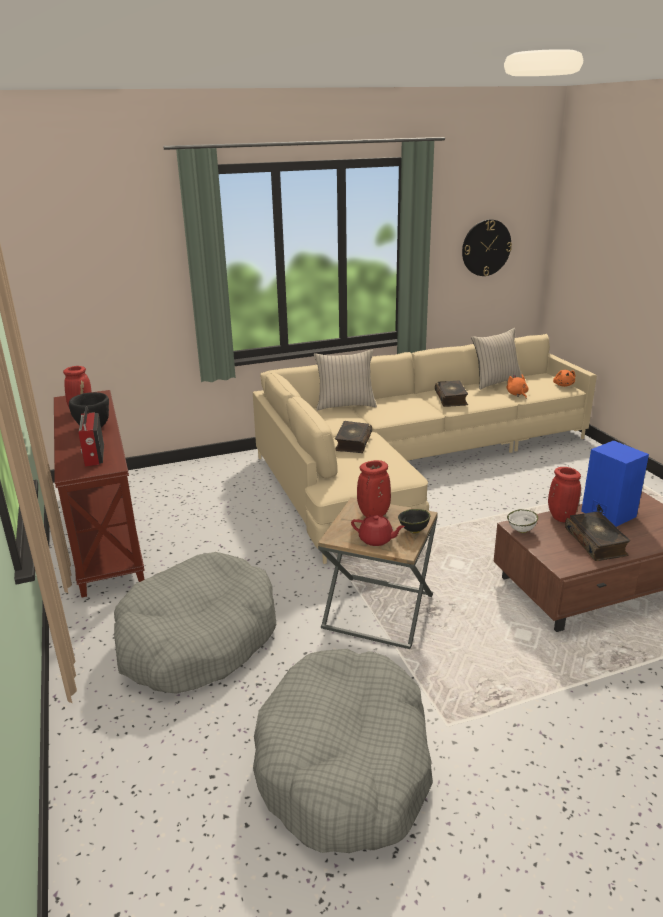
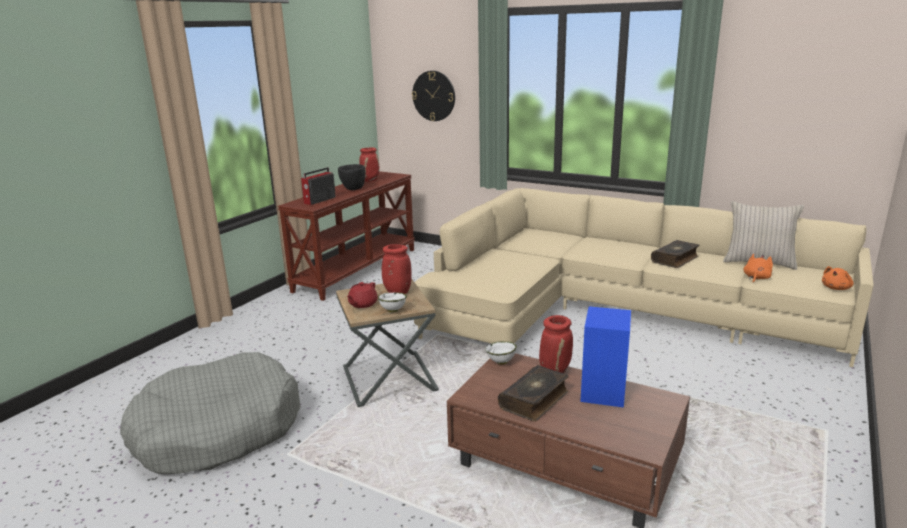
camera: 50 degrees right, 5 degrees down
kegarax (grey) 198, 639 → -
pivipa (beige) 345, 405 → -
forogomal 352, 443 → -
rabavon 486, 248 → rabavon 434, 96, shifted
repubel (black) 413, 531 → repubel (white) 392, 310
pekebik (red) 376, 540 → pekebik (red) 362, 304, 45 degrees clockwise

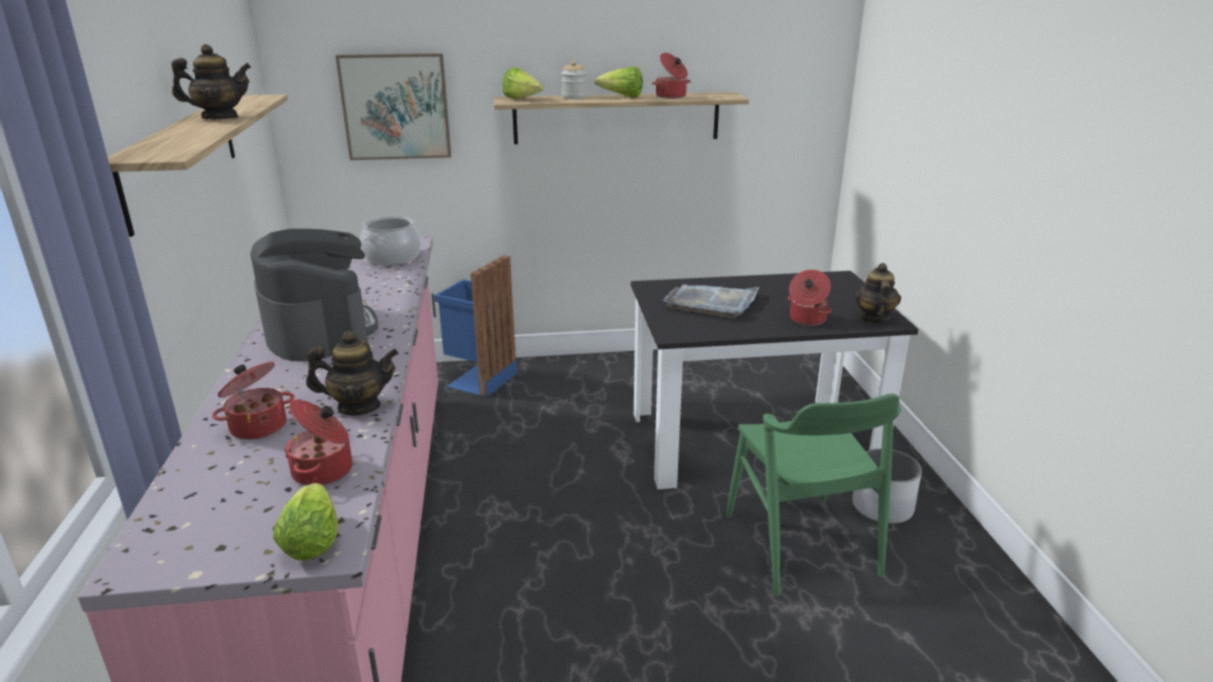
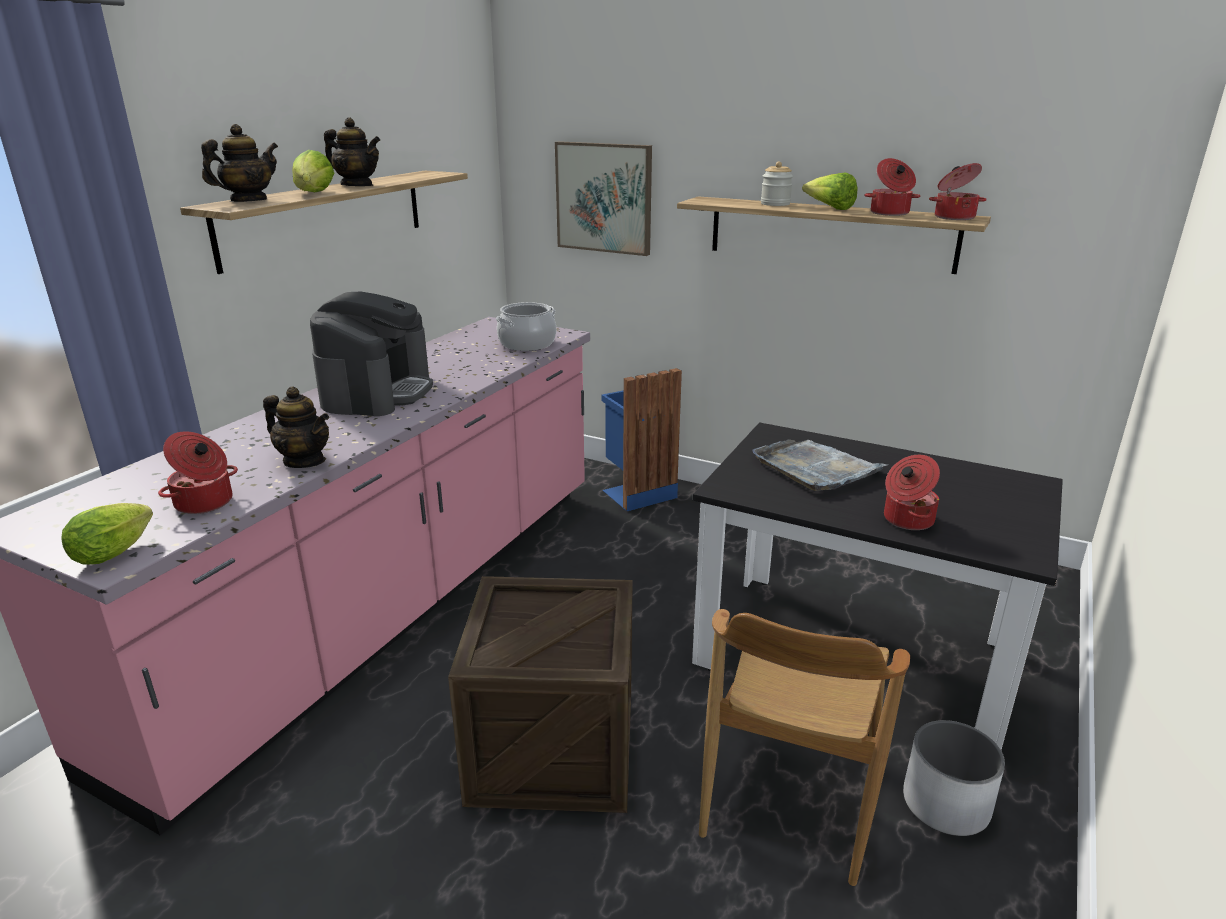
camera: 35 degrees right, 0 degrees up
- → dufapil 553, 748
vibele 258, 426 → vibele 954, 217, shifted
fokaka 522, 100 → fokaka 314, 194, shifted
pekebik 874, 318 → pekebik 248, 201, shifted
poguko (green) 800, 545 → poguko (brown) 789, 796

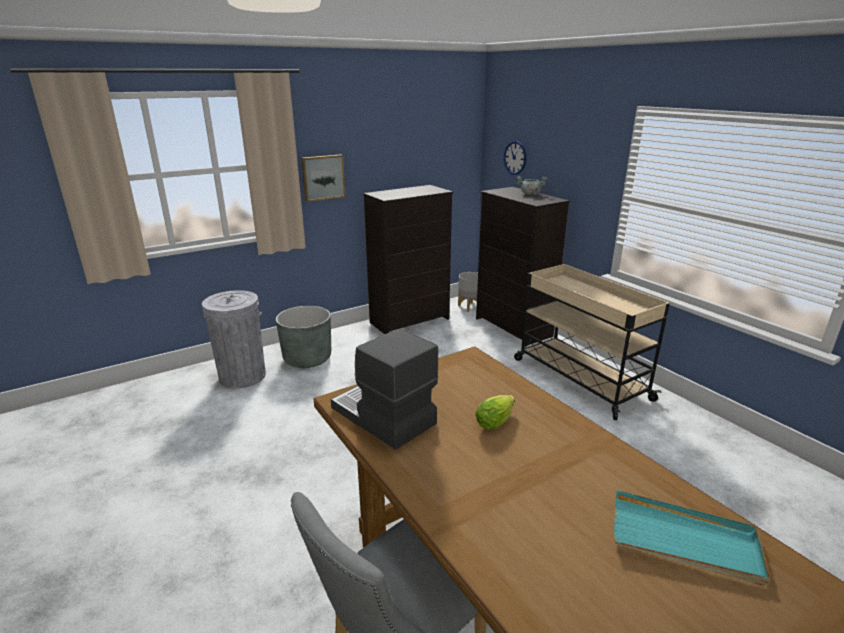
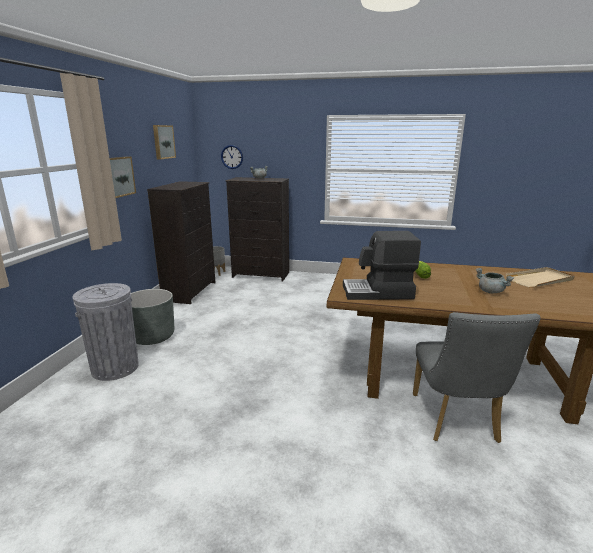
camera: 45 degrees left, 5 degrees down
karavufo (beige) 579, 378 → -
- → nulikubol 163, 142
- → vibele (grey) 491, 292
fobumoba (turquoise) 684, 541 → fobumoba (beige) 540, 280

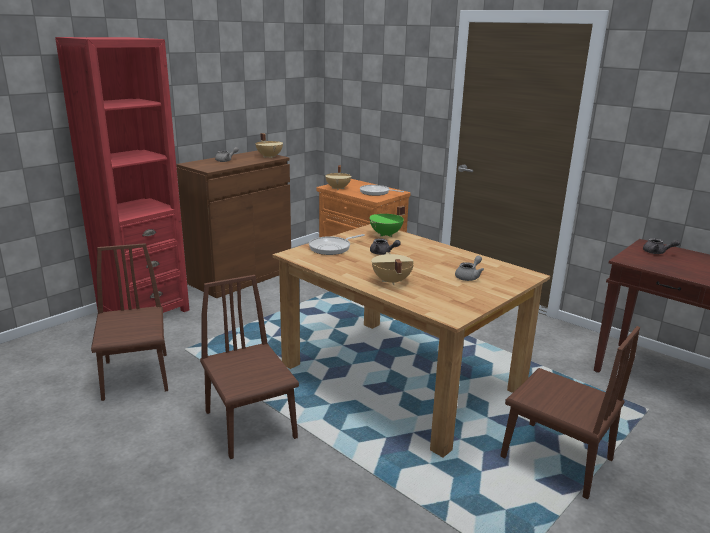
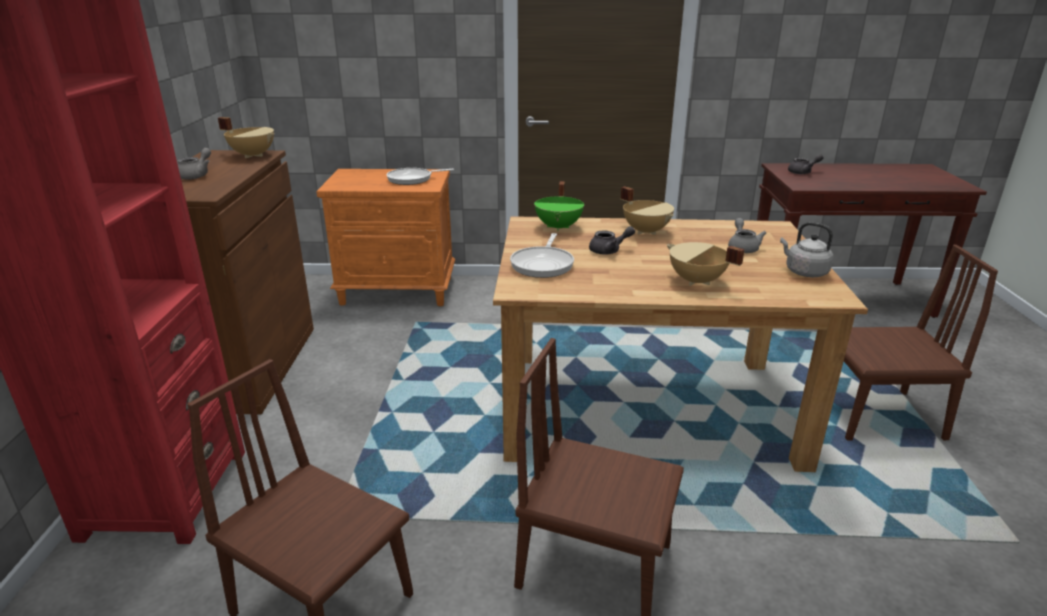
camera: 40 degrees left, 5 degrees up
- → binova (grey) 804, 272
vibele (beige) 338, 188 → vibele (beige) 646, 231, shifted

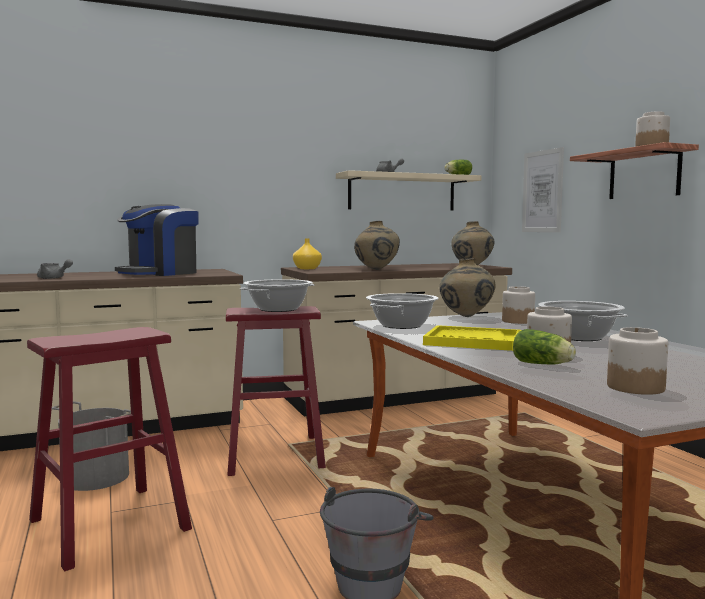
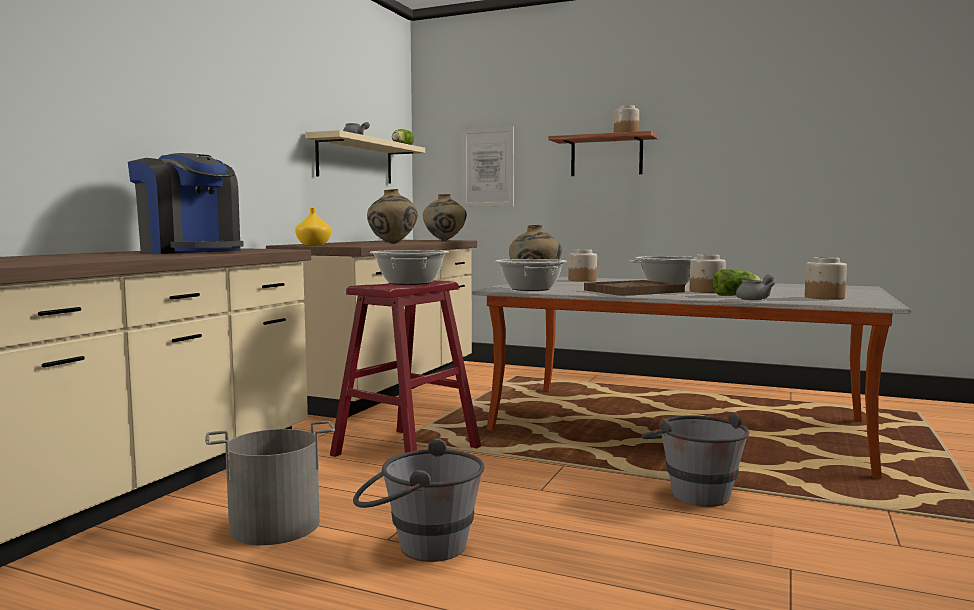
camera: 45 degrees left, 0 degrees up
pekebik (grey) 53, 278 → pekebik (grey) 755, 299, shifted
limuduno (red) 109, 524 → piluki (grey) 418, 546
fobumoba (yellow) 473, 341 → fobumoba (brown) 633, 291
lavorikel 160, 273 → lavorikel 191, 251, 45 degrees counterclockwise

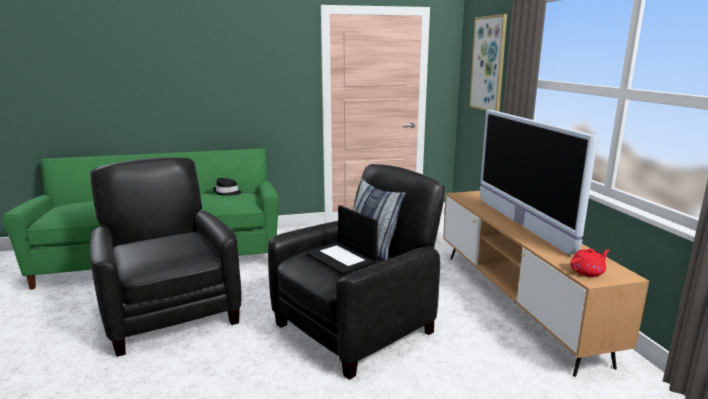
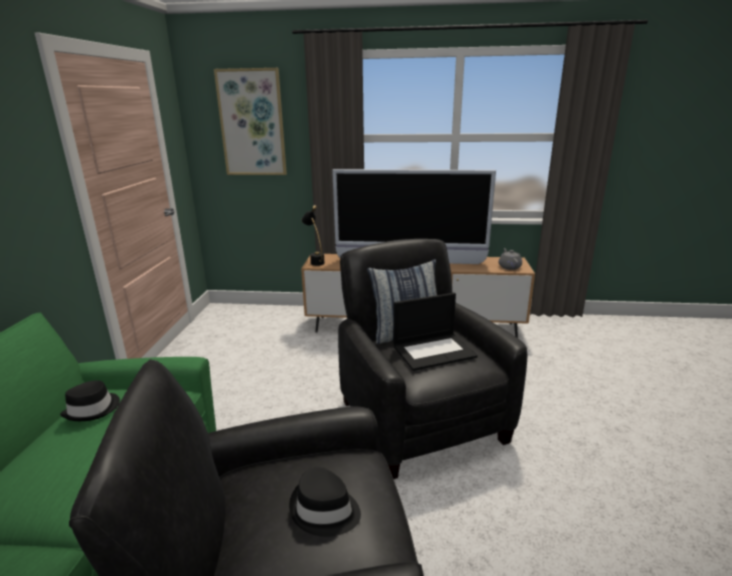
camera: 70 degrees left, 5 degrees up
- → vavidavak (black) 324, 510
- → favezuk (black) 315, 261
pekebik (red) 588, 272 → pekebik (grey) 509, 267

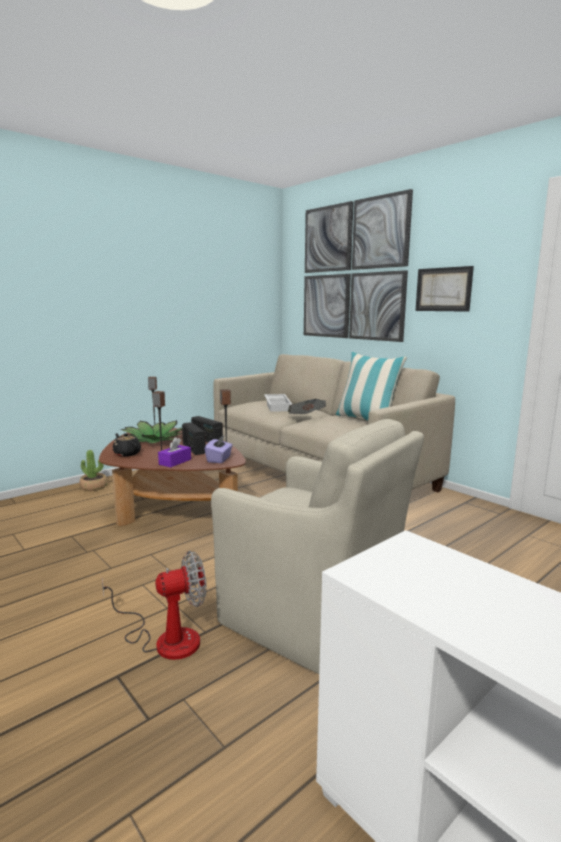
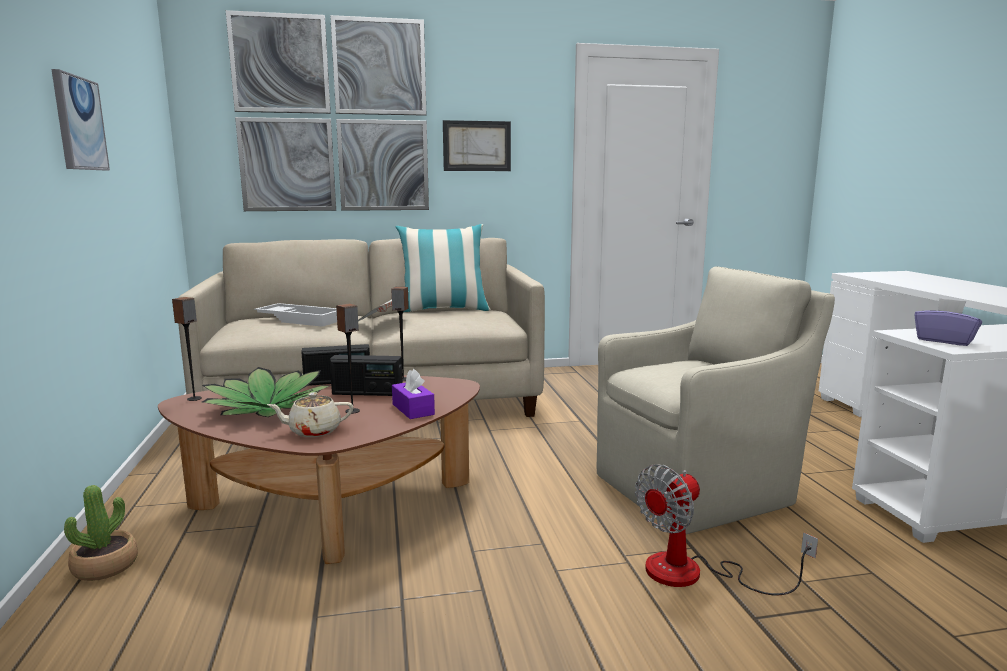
camera: 60 degrees left, 0 degrees up
- → nulikubol 79, 123
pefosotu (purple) 219, 459 → pefosotu (purple) 944, 340, shifted
pekebik (black) 126, 454 → pekebik (beige) 313, 431
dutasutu 165, 638 → dutasutu 694, 574, 135 degrees counterclockwise

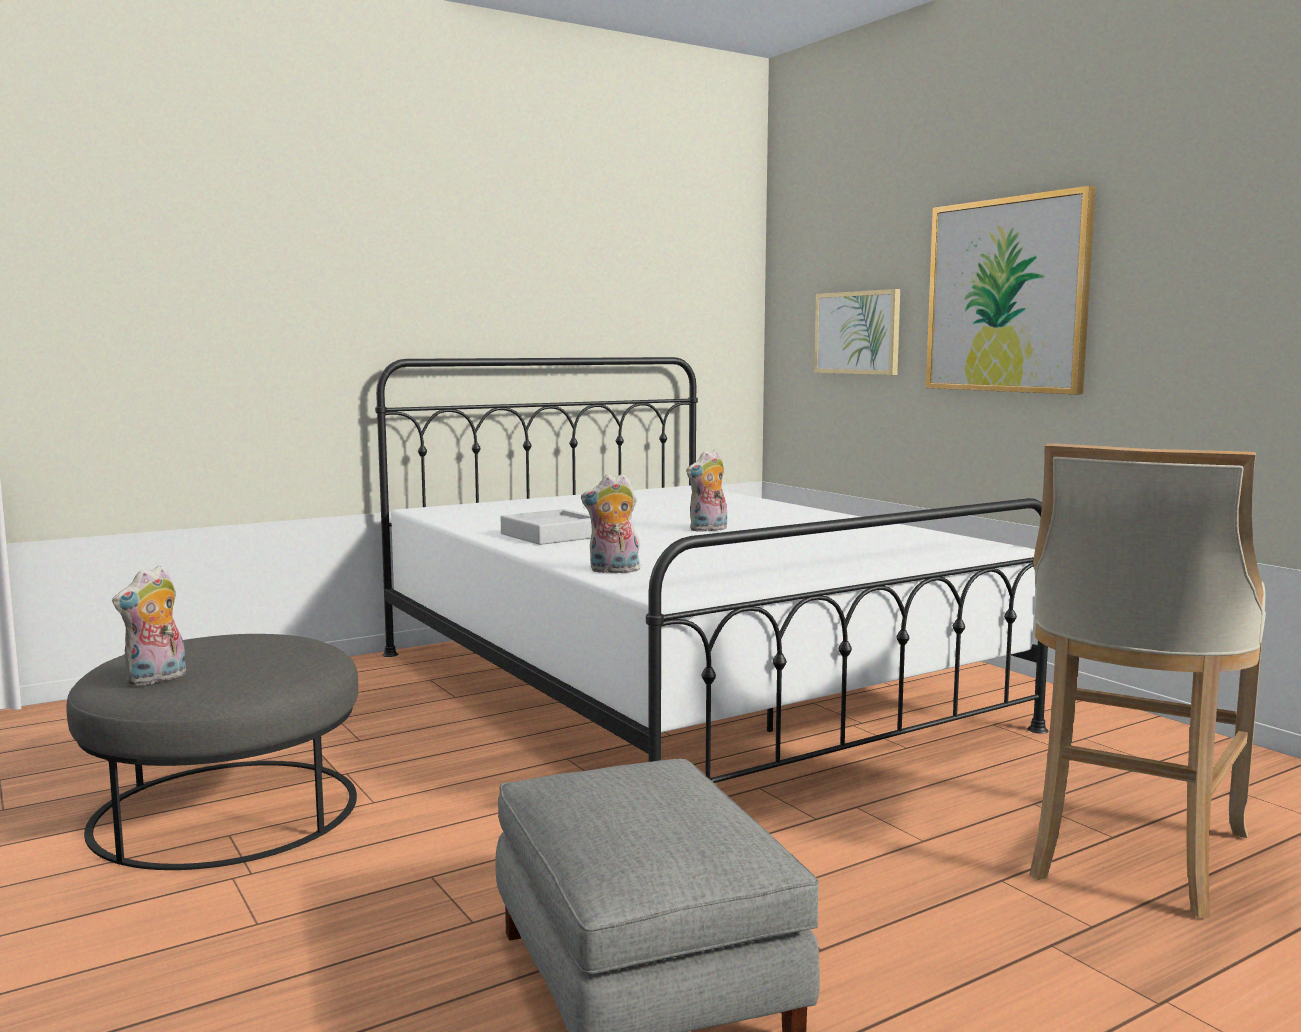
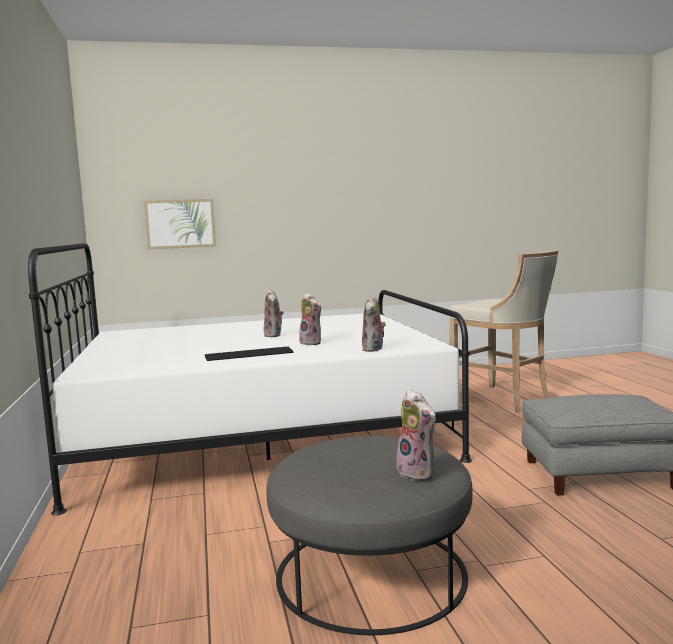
camera: 70 degrees left, 0 degrees up
nulikubol 1006, 295 → -
- → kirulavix 312, 343
fobumoba (grey) 552, 535 → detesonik 250, 354

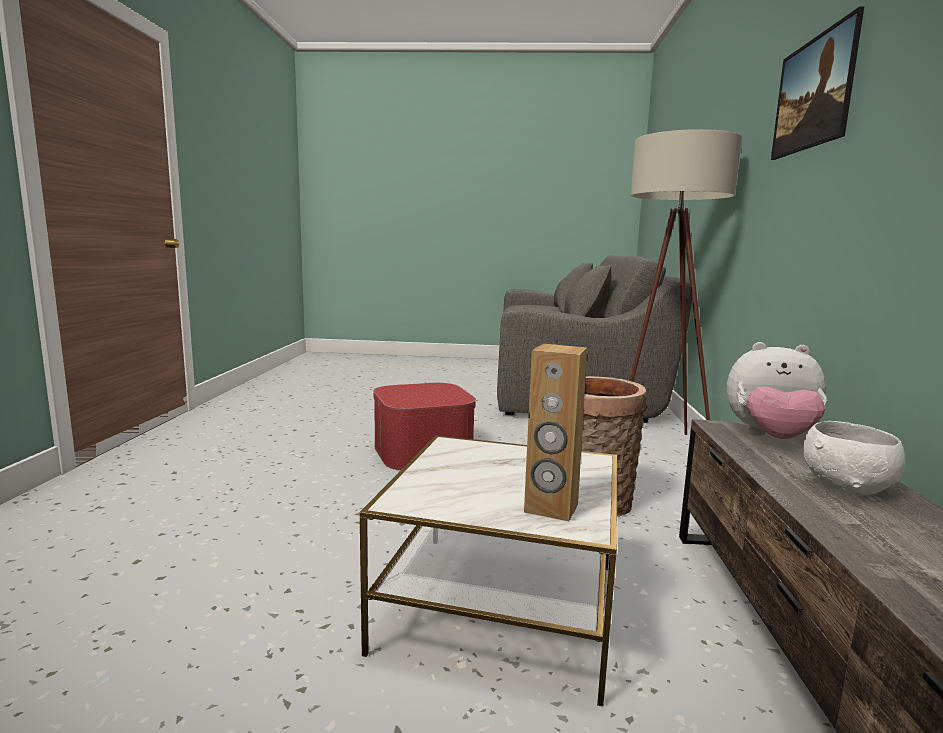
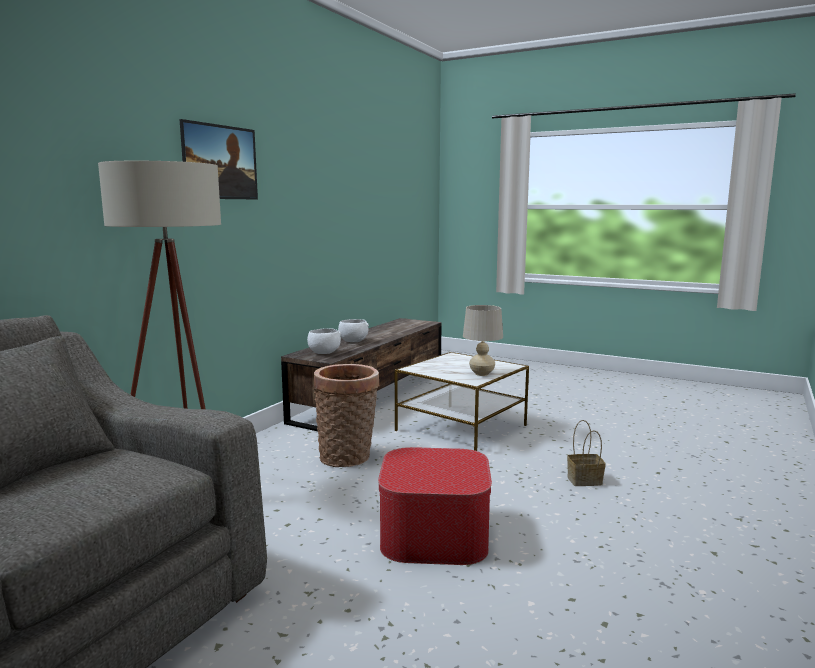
camera: 155 degrees left, 0 degrees up
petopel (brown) 551, 508 → -
- → favezuk (beige) 481, 374
- → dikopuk 585, 480
kirulavix 771, 438 → repubel (white) 323, 353

